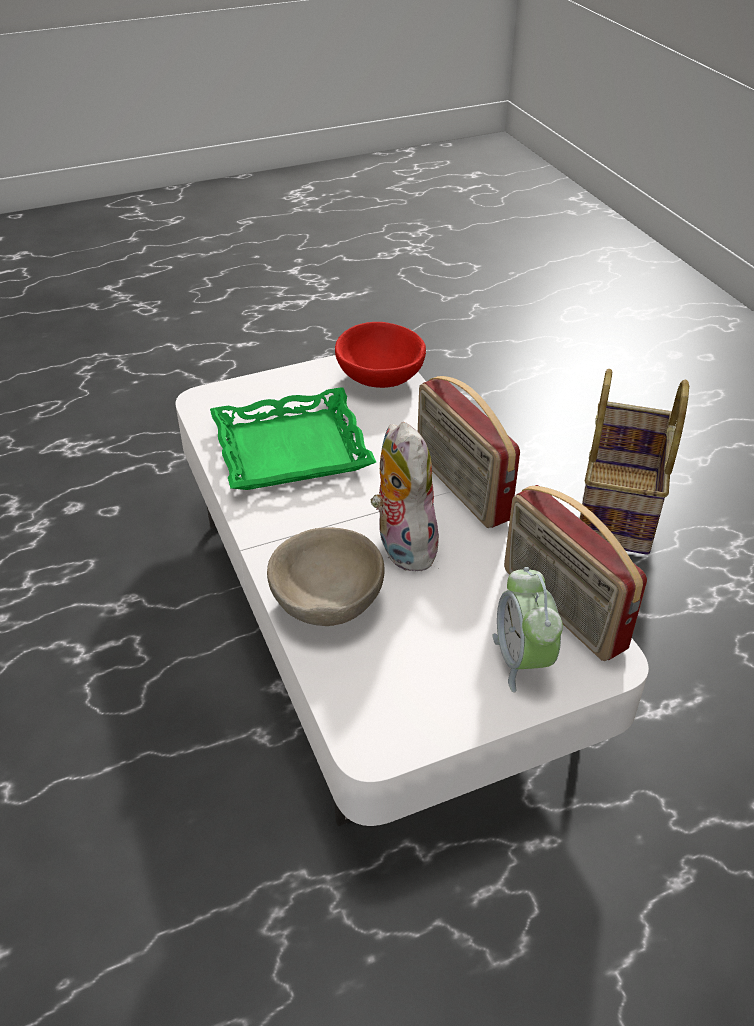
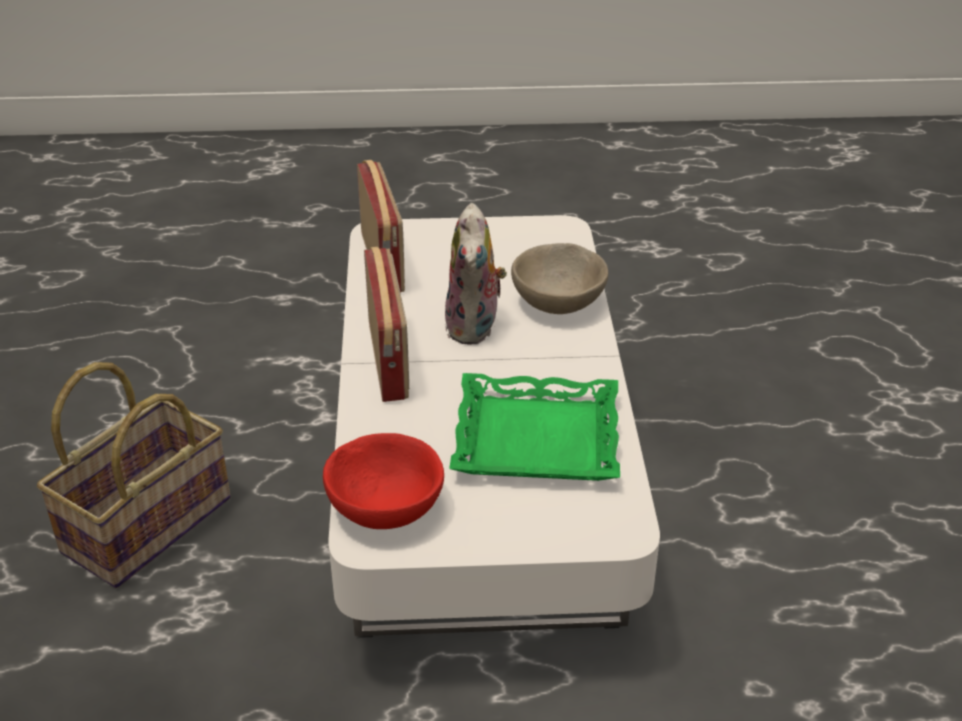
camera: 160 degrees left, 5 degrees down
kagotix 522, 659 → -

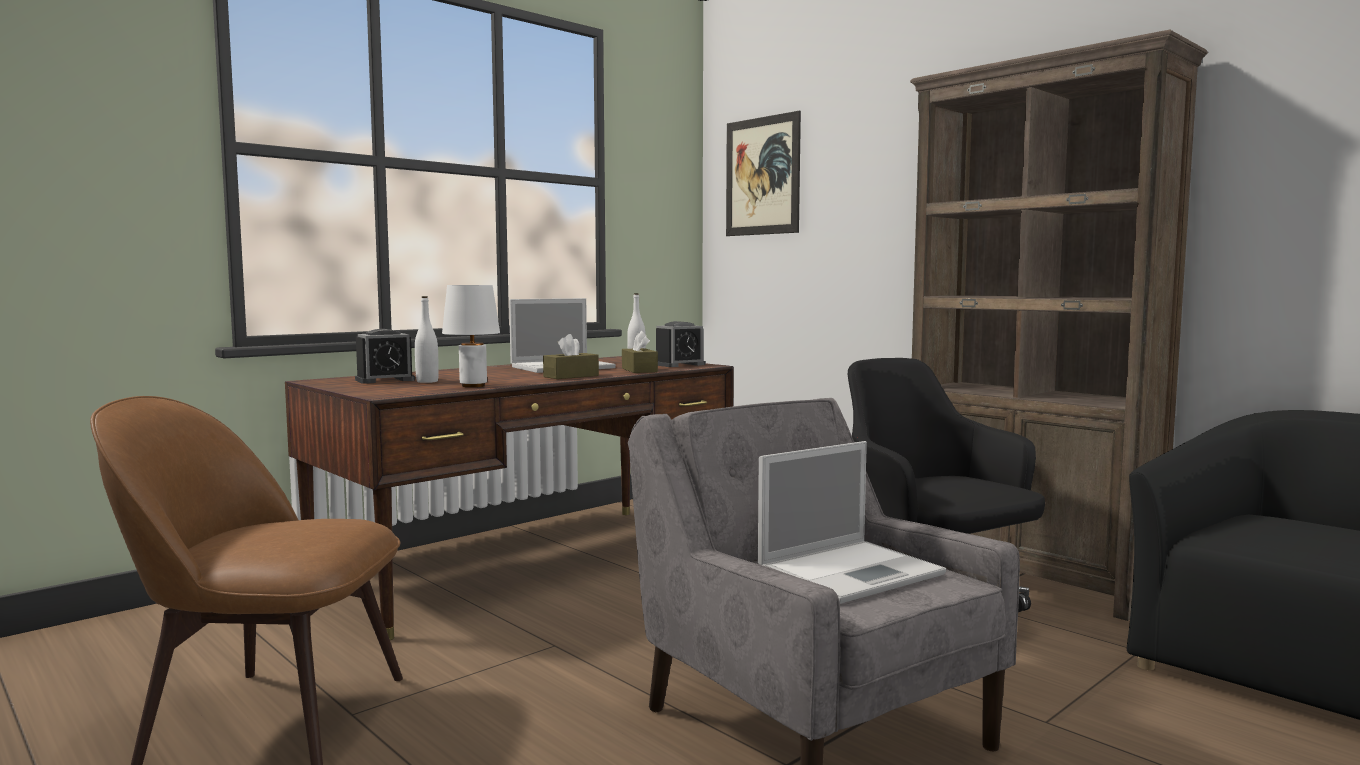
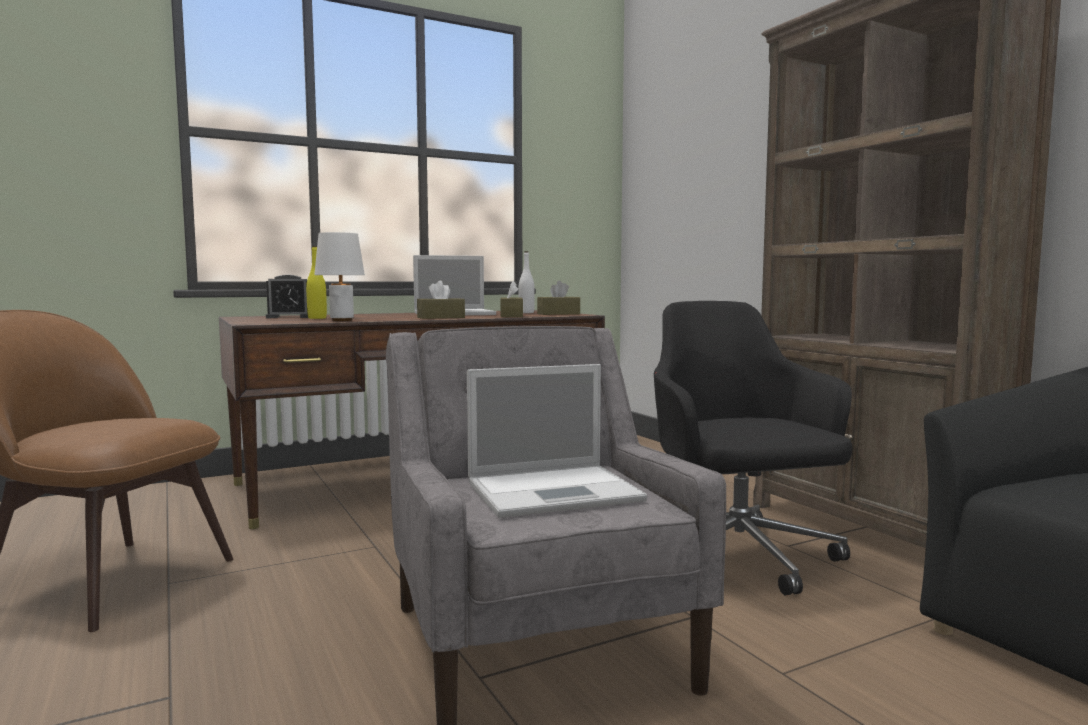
camera: 15 degrees right, 0 degrees up
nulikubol 762, 176 → -
kagotix 679, 364 → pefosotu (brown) 558, 314
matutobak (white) 427, 381 → matutobak (yellow) 317, 318

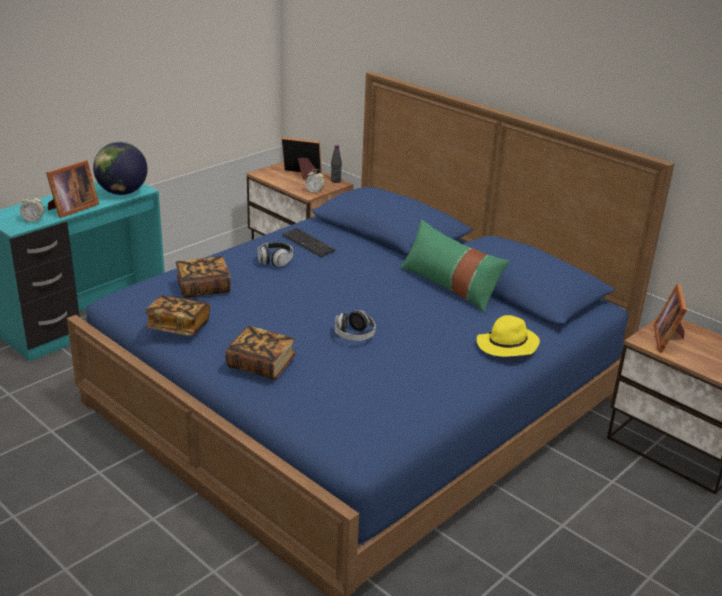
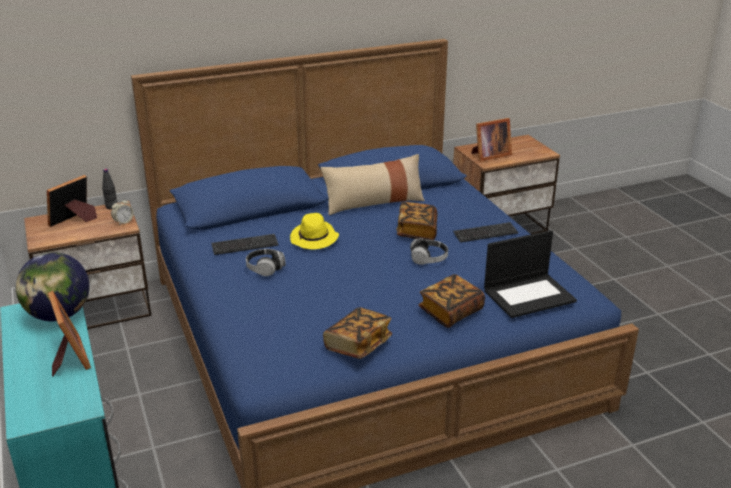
camera: 65 degrees left, 0 degrees up
kagotix 33, 220 → -
- → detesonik 485, 233
- → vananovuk 529, 295
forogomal 203, 288 → forogomal 417, 231, shifted
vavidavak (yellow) 506, 346 → vavidavak (yellow) 314, 239, shifted
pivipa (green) 450, 286 → pivipa (beige) 374, 203
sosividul 668, 339 → sosividul 489, 155, 60 degrees counterclockwise

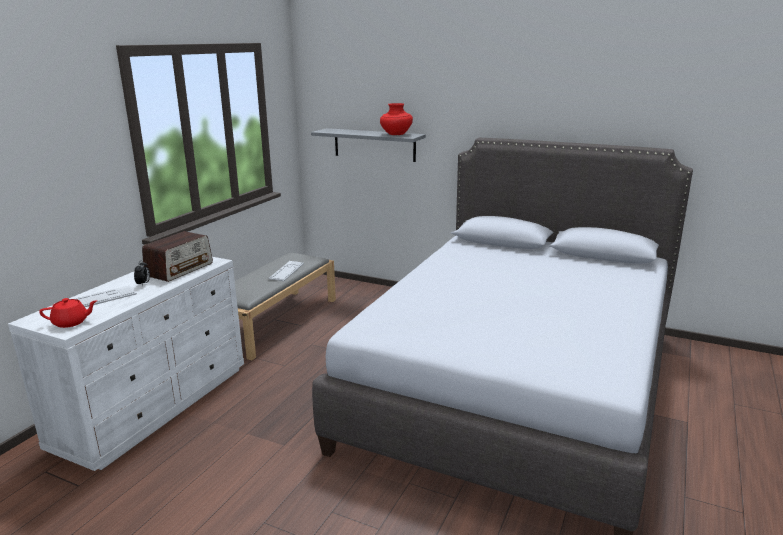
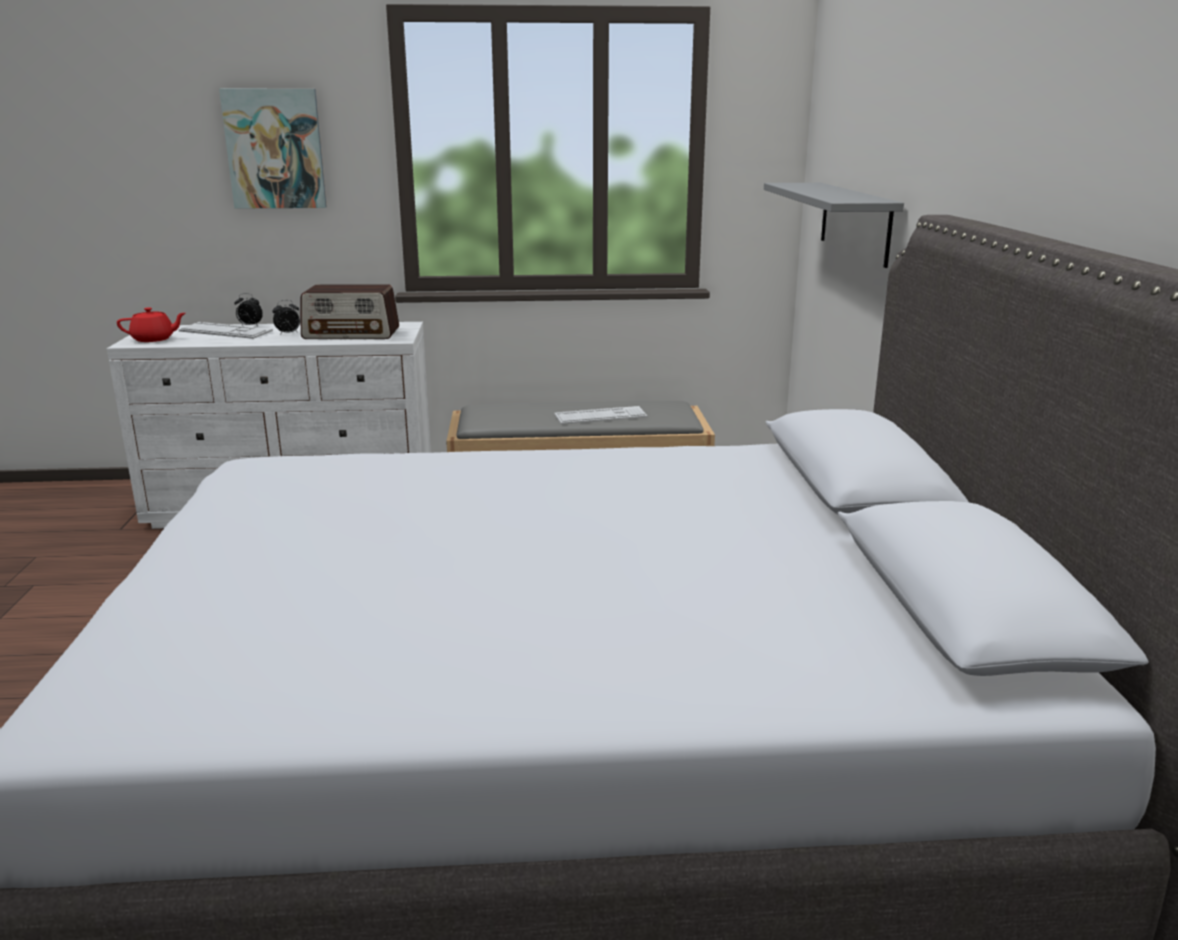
camera: 60 degrees right, 0 degrees up
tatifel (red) 396, 134 → -
- → nulikubol 275, 149
- → kagotix 250, 326
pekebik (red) 71, 322 → pekebik (red) 154, 339, 60 degrees counterclockwise

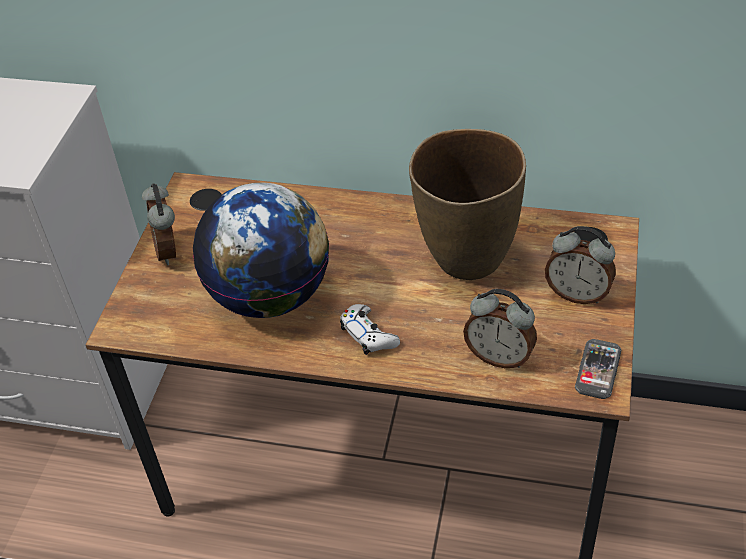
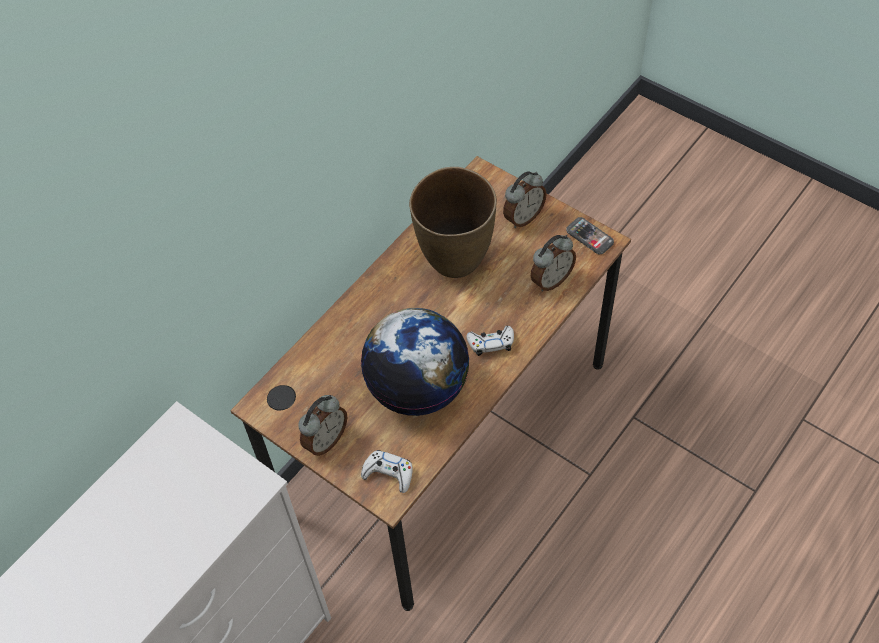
camera: 65 degrees left, 10 degrees up
- → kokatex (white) 388, 473
kagotix 169, 250 → kagotix 325, 440, 60 degrees counterclockwise

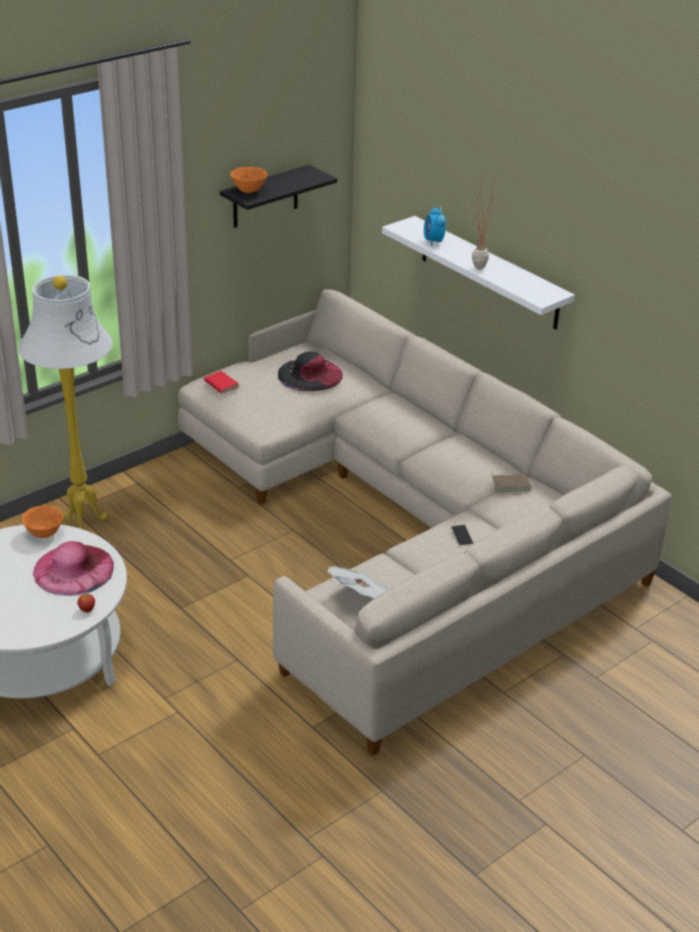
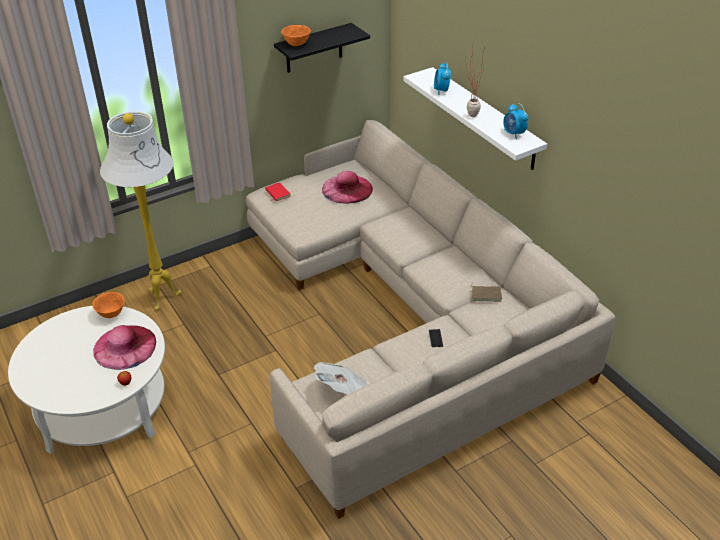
camera: 10 degrees right, 5 degrees up
- → kagotix 514, 134
vavidavak (black) 310, 374 → vavidavak (pink) 347, 189

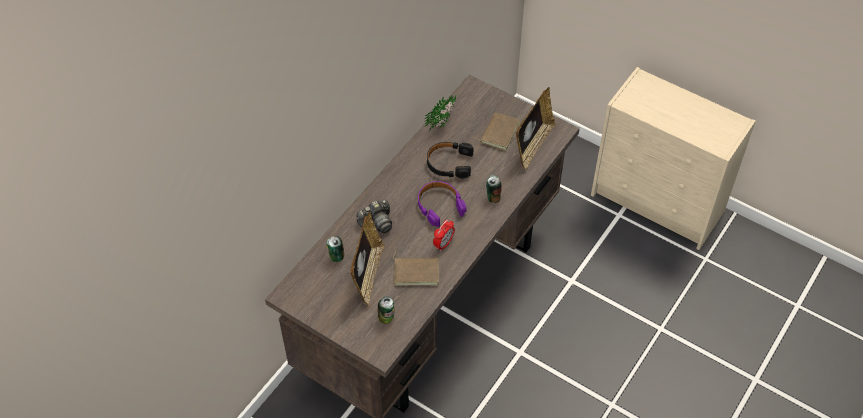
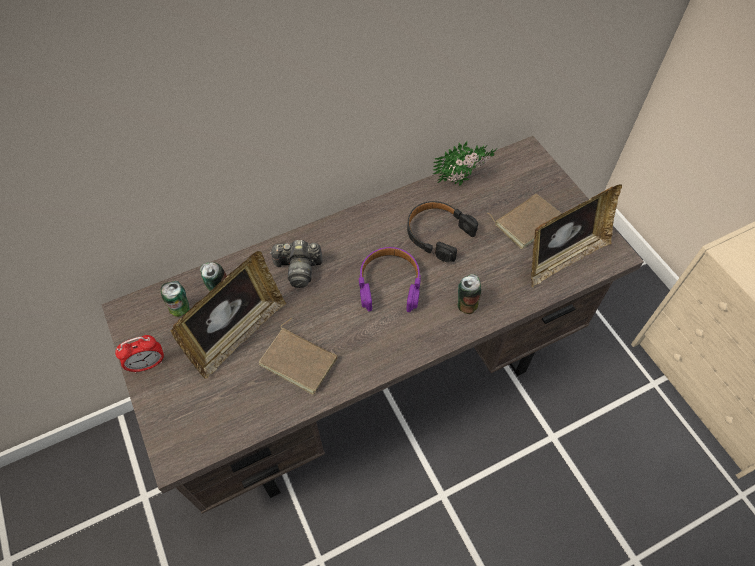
camera: 30 degrees right, 5 degrees up
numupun 386, 318 → numupun 181, 309, shifted
kagotix 443, 244 → kagotix 148, 364, shifted

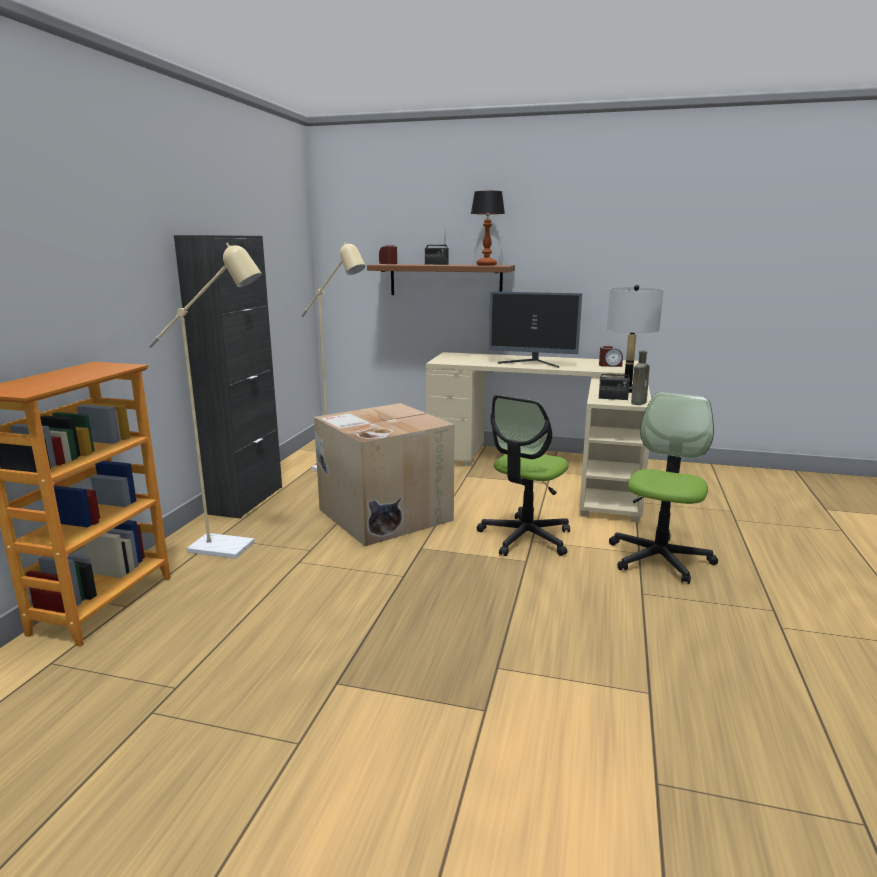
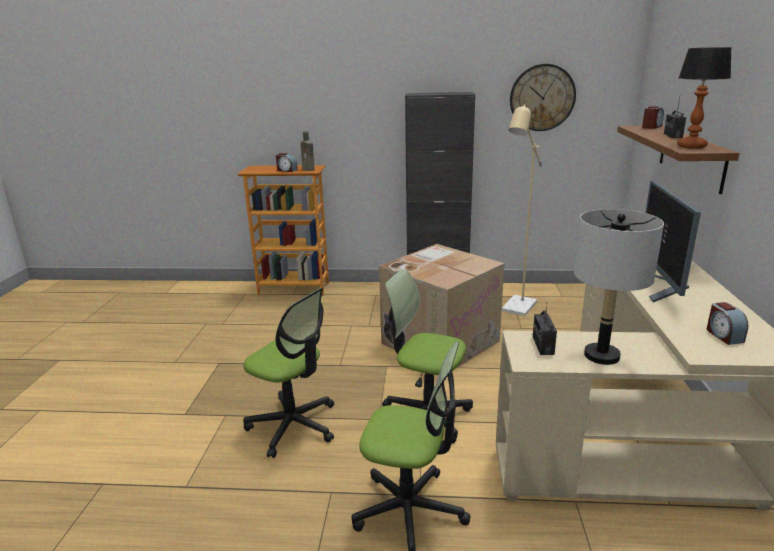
camera: 80 degrees right, 5 degrees up
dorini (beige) 231, 548 → -
- → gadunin 293, 426
- → kagotix 286, 170
- → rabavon 542, 97
matutobak (brown) 639, 402 → matutobak (brown) 309, 169, shifted

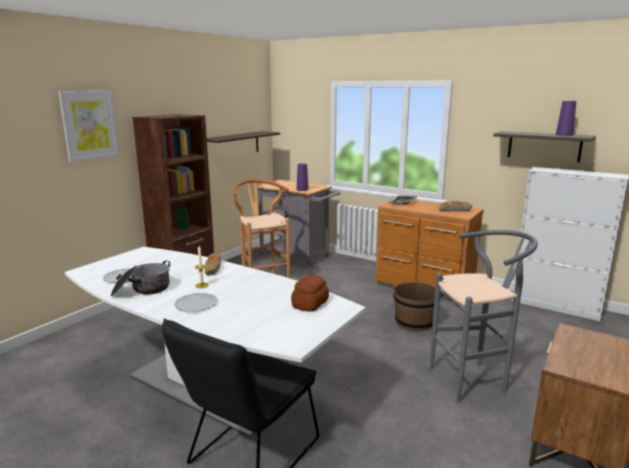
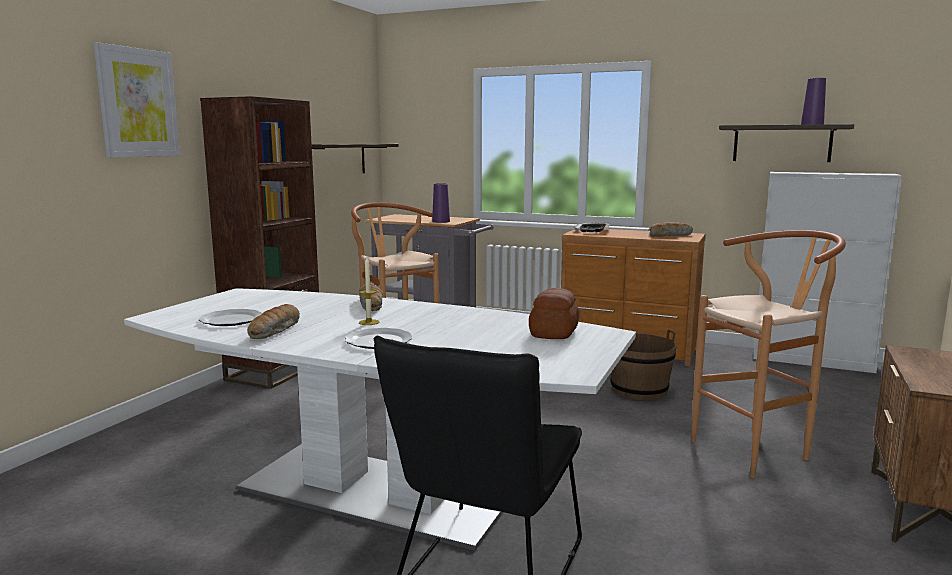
camera: 10 degrees left, 5 degrees down
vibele 142, 290 → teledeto 275, 331
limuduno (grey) 474, 380 → limuduno (brown) 759, 449

